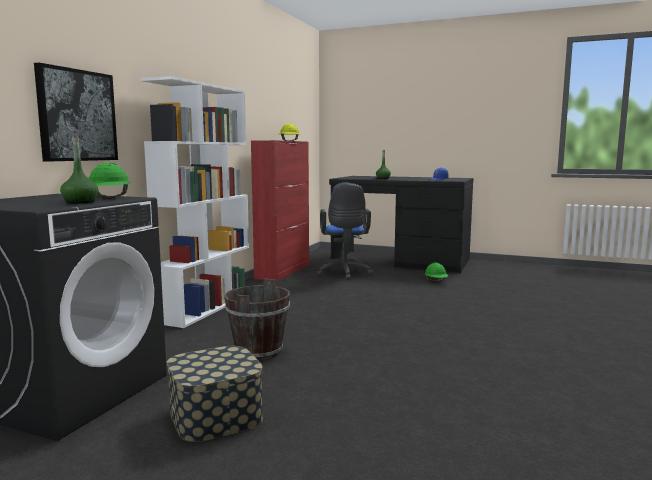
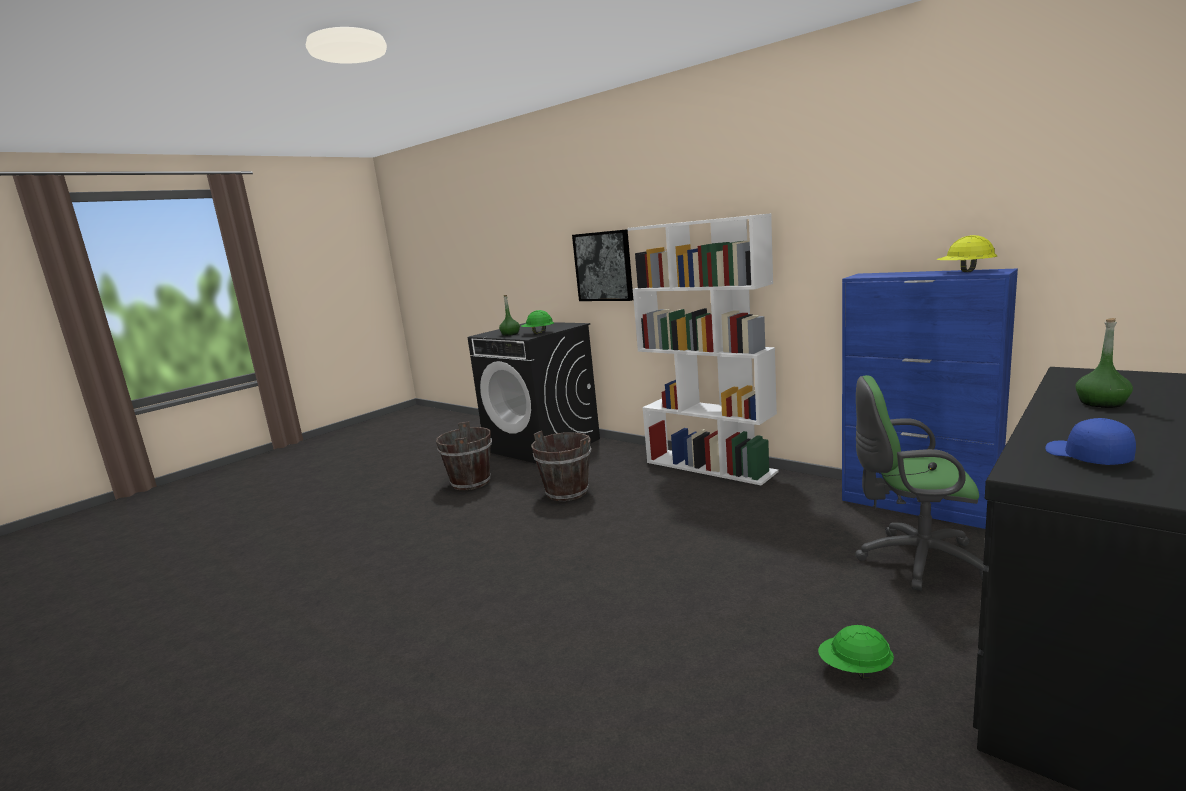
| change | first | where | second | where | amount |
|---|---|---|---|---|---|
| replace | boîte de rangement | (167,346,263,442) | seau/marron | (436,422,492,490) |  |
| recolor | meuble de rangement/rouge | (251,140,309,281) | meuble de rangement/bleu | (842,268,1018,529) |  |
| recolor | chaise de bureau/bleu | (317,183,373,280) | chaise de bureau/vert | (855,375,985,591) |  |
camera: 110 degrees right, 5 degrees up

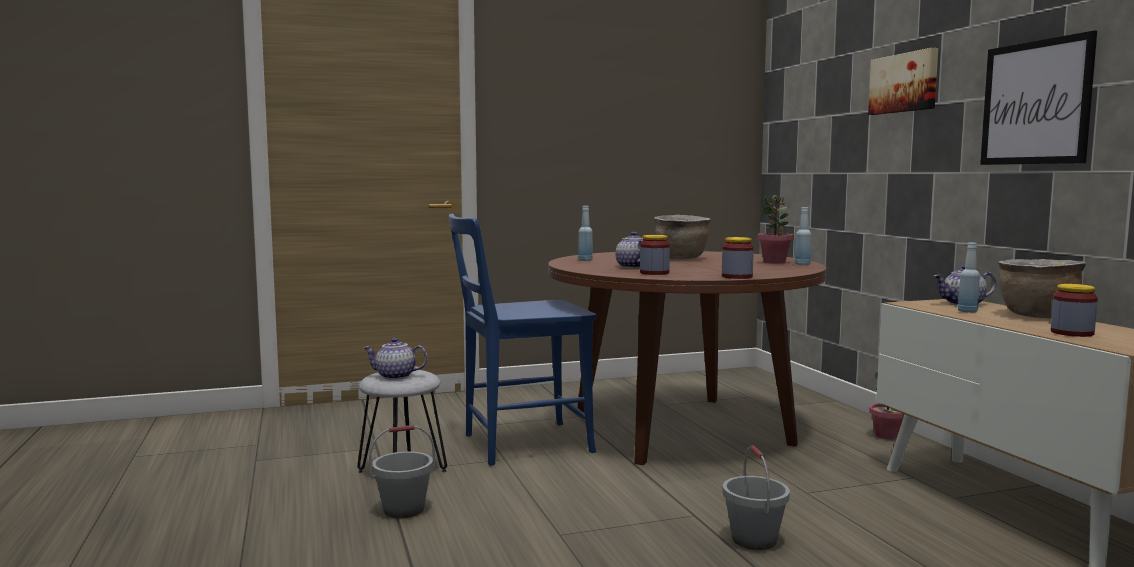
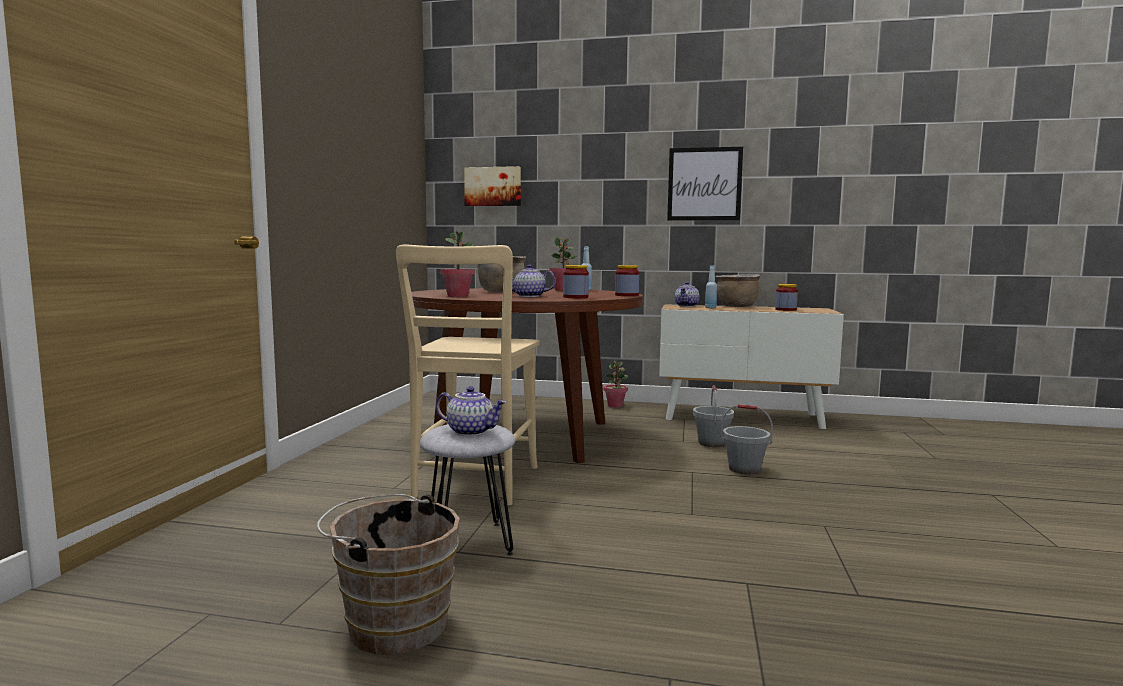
| change | first | where | second | where | amount |
|---|---|---|---|---|---|
| insert |  |  | seau/marron | (317,494,460,655) |  |
| recolor | chaise/bleu | (449,214,596,466) | chaise/beige | (396,245,540,505) |  |
| rotate | théière | (363,338,428,379) |  | (436,386,506,436) | 105 degrees counterclockwise |
| replace | bouteille/bleu | (578,206,593,261) | plante en pot | (440,231,475,297) |  |
| move | tableau | (868,48,938,115) |  | (464,166,521,206) |  |
| move | seau/gris | (369,425,435,518) |  | (693,385,734,447) |  |
camera: 60 degrees left, 0 degrees up

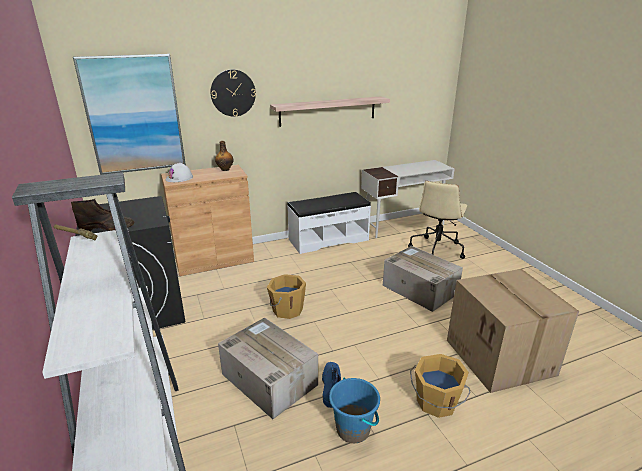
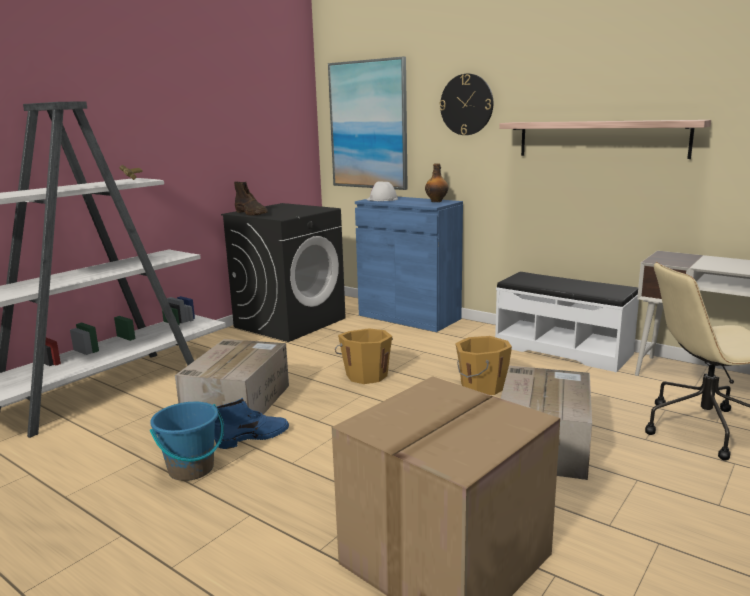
| change | first | where | second | where | amount |
|---|---|---|---|---|---|
| recolor | meuble de rangement/marron | (161,165,254,276) | meuble de rangement/bleu | (355,197,463,332) |  |
| move | seau/orange | (410,354,471,418) |  | (455,336,512,395) |  |
camera: 60 degrees right, 10 degrees down

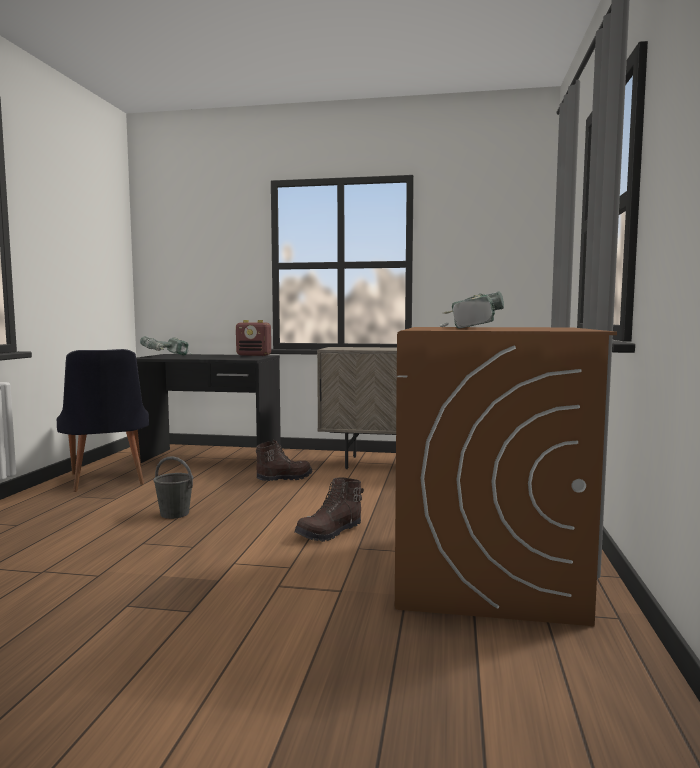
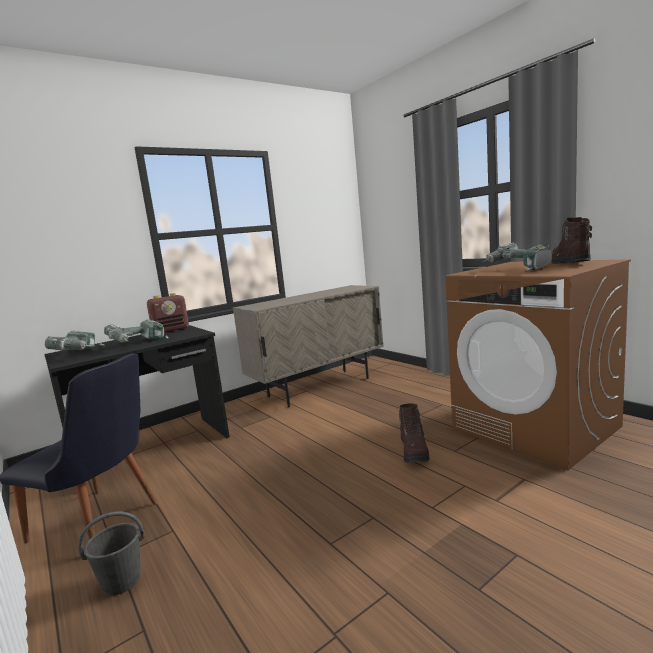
| change | first | where | second | where | amount |
|---|---|---|---|---|---|
| move | seau/gris | (154,456,194,519) |  | (78,512,145,596) |  |
| insert |  |  | perceuse | (104,320,169,342) |  |
| move | botte/marron | (256,440,312,481) |  | (551,217,592,264) |  |
camera: 45 degrees left, 5 degrees up

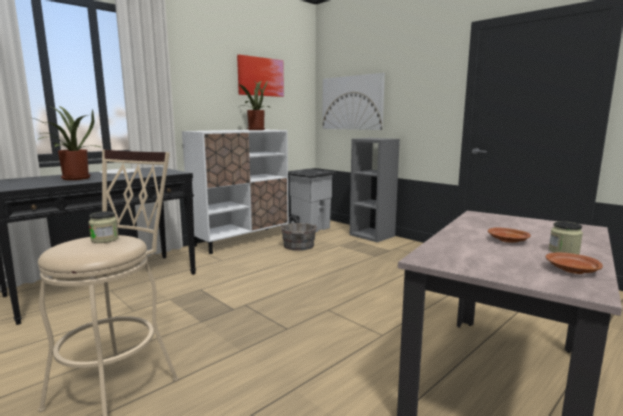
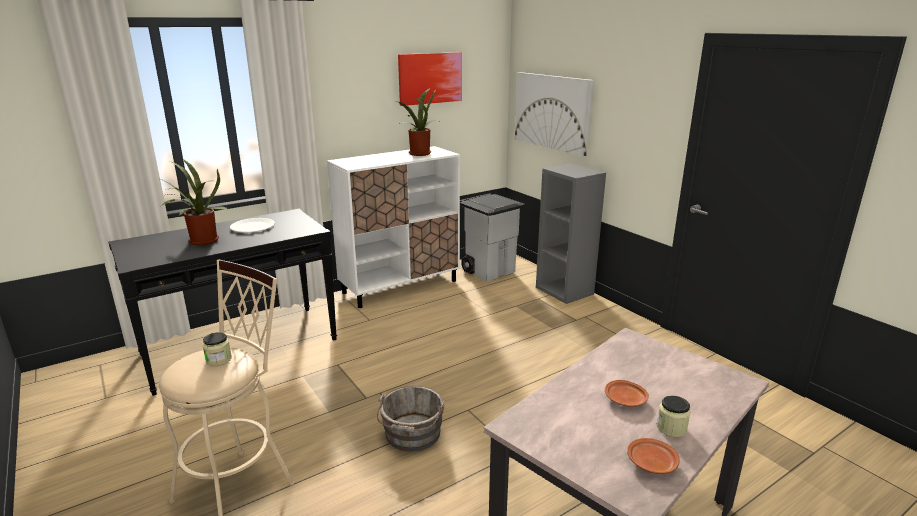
| change | first | where | second | where | amount |
|---|---|---|---|---|---|
| move | seau/gris | (280,223,317,251) |  | (377,386,444,452) |  |
camera: 10 degrees right, 10 degrees up

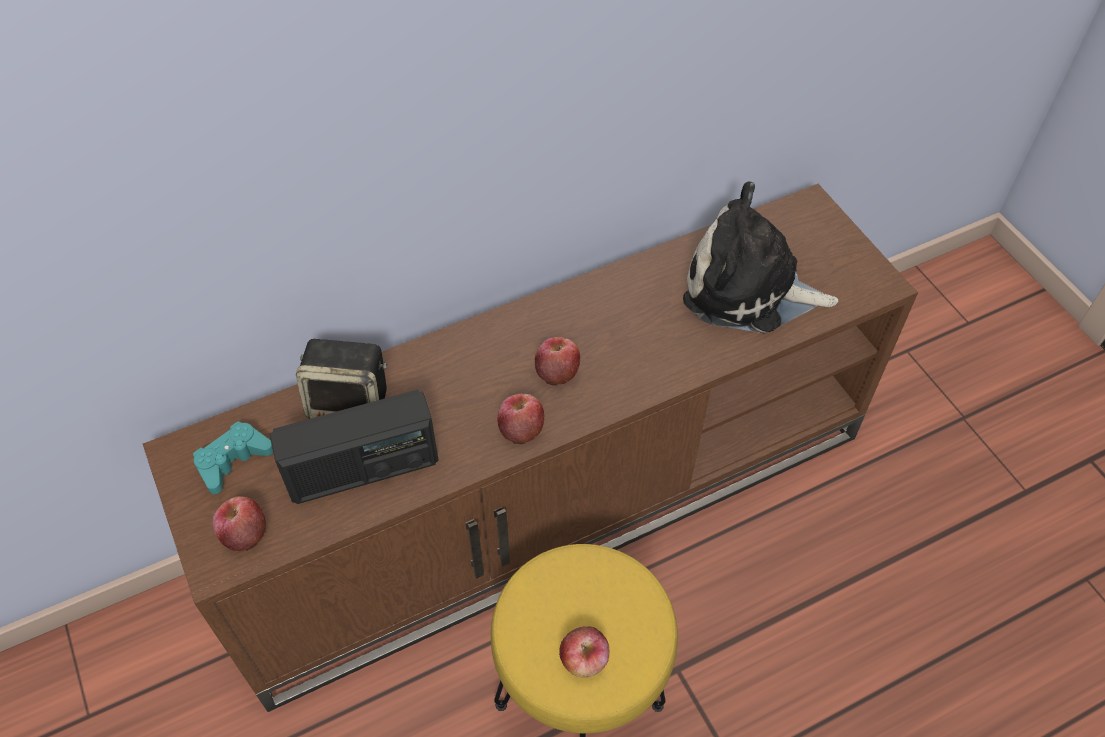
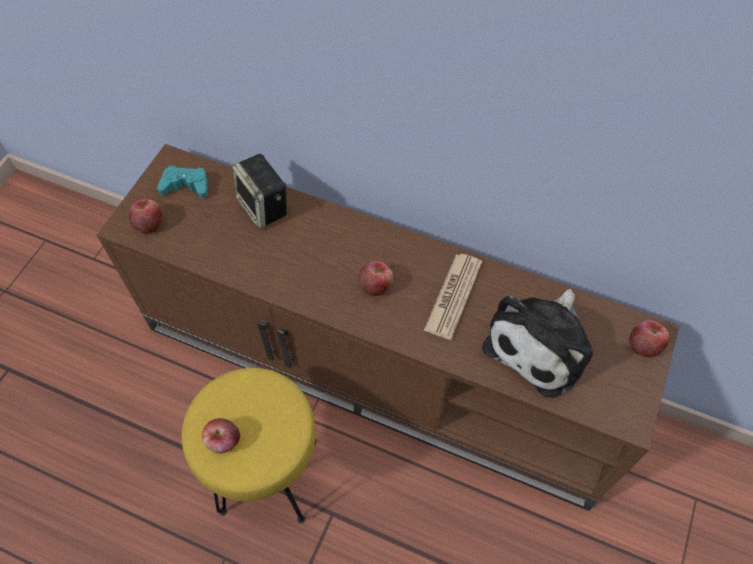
| change | first | where | second | where | amount |
|---|---|---|---|---|---|
| insert |  |  | journal | (424,254,482,340) |  |
| rotate | peluche | (683,182,838,333) |  | (482,289,593,398) | 120 degrees counterclockwise |
| move | pomme | (497,394,544,444) |  | (629,320,670,357) |  |
| delete | radio | (269,390,439,504) |  |  |  |
camera: 50 degrees right, 5 degrees up

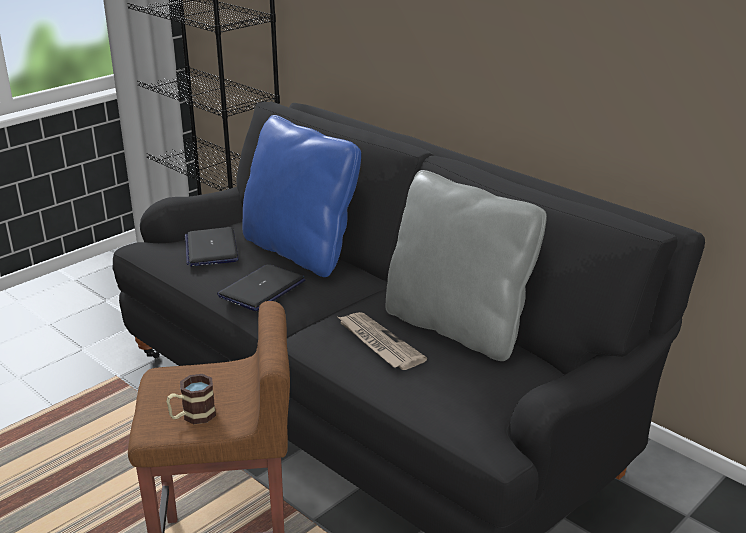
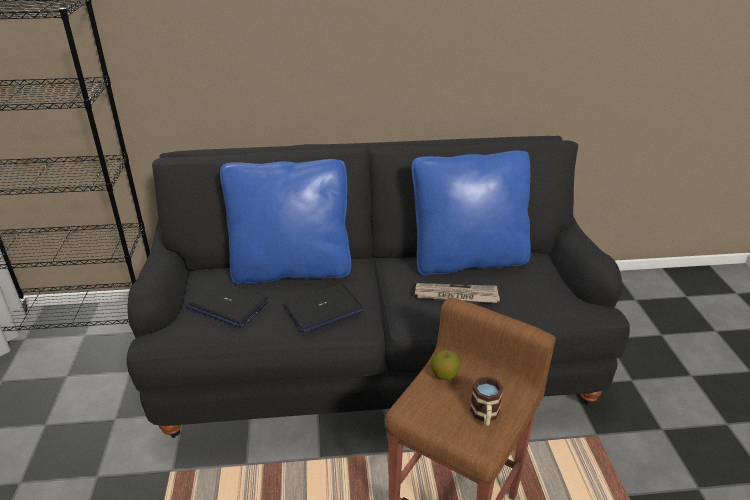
| change | first | where | second | where | amount |
|---|---|---|---|---|---|
| rotate | ordinateur portable | (217,264,306,311) |  | (283,283,363,332) | 105 degrees counterclockwise |
| recolor | coussin/gris | (385,170,547,361) | coussin/bleu | (411,150,531,275) |  |
| insert |  |  | pomme | (431,349,460,380) |  |
camera: 50 degrees left, 5 degrees up

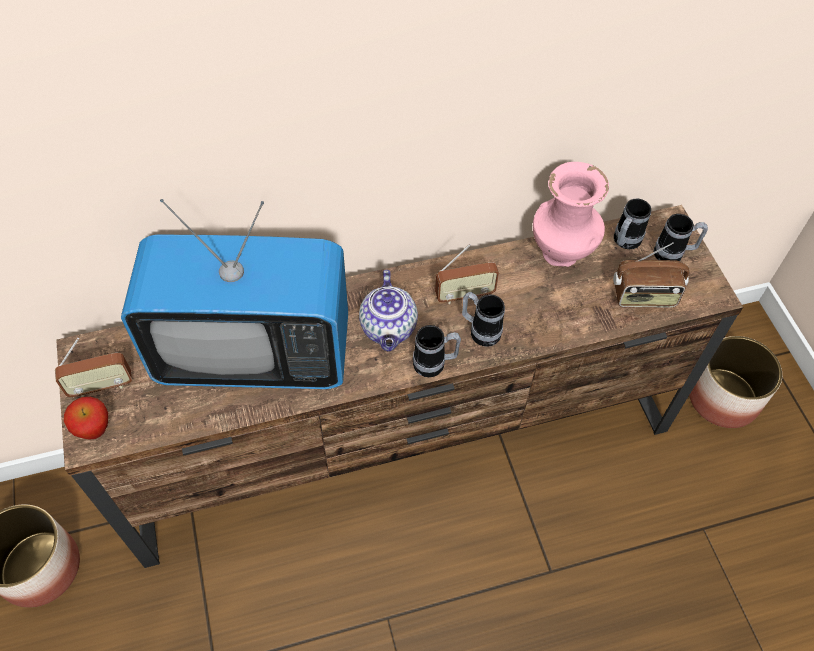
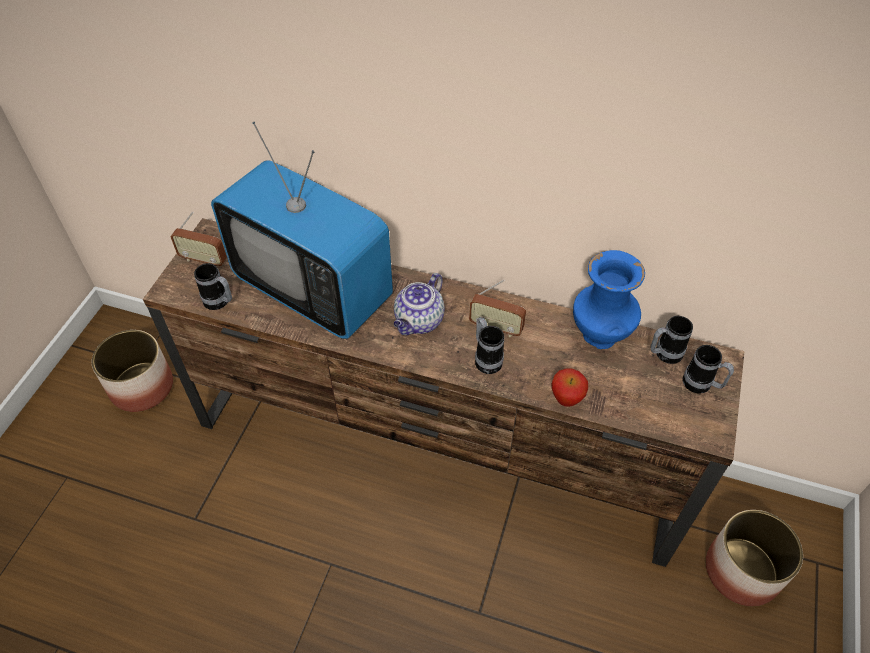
| change | first | where | second | where | amount |
|---|---|---|---|---|---|
| move | mug | (413,325,461,377) |  | (194,263,232,310) |  |
| move | pomme | (64,397,108,440) |  | (551,369,588,407) |  |
| recolor | vase/rose | (533,162,609,267) | vase/bleu | (573,250,645,349) |  |
| delete | radio | (613,242,690,308) |  |  |  |
camera: 35 degrees right, 5 degrees down

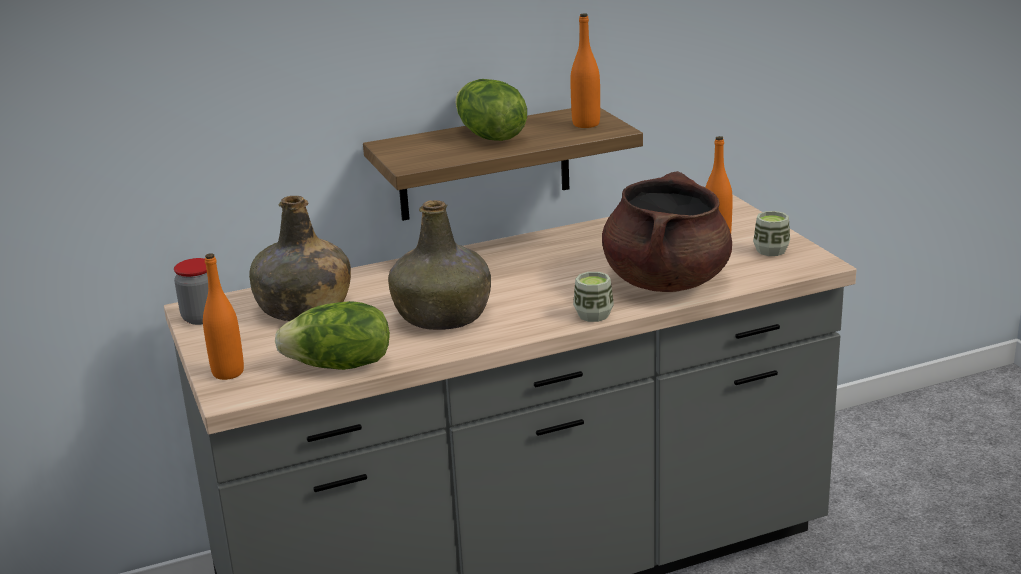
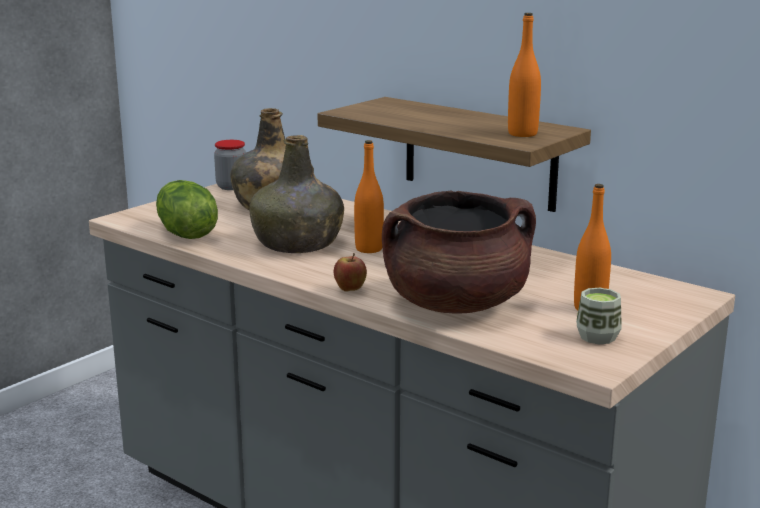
| change | first | where | second | where | amount |
|---|---|---|---|---|---|
| replace | tasse | (573,272,614,322) | pomme | (334,253,367,292) |  |
| move | bouteille/orange | (203,253,244,380) |  | (354,140,384,253) |  |
| delete | laitue | (455,79,527,141) |  |  |  |
camera: 60 degrees right, 5 degrees down

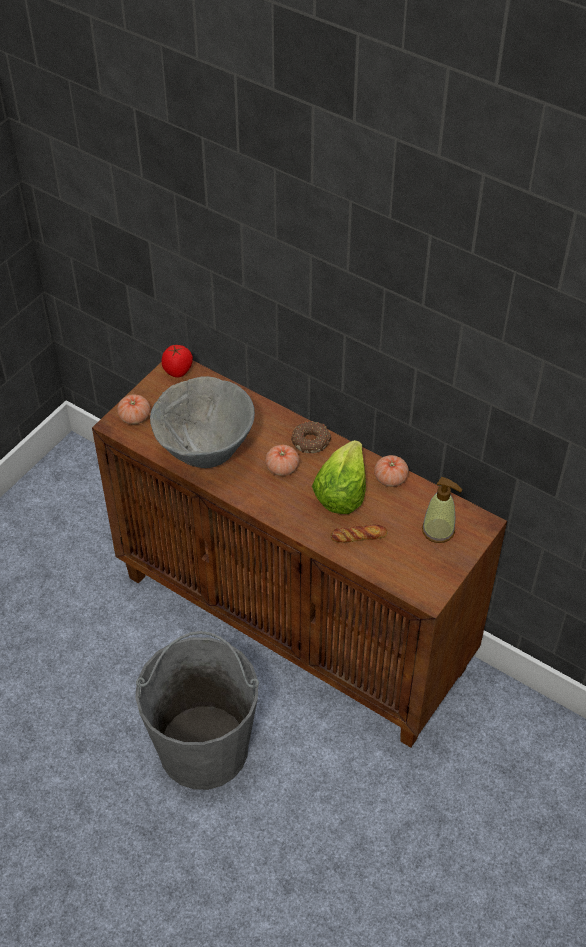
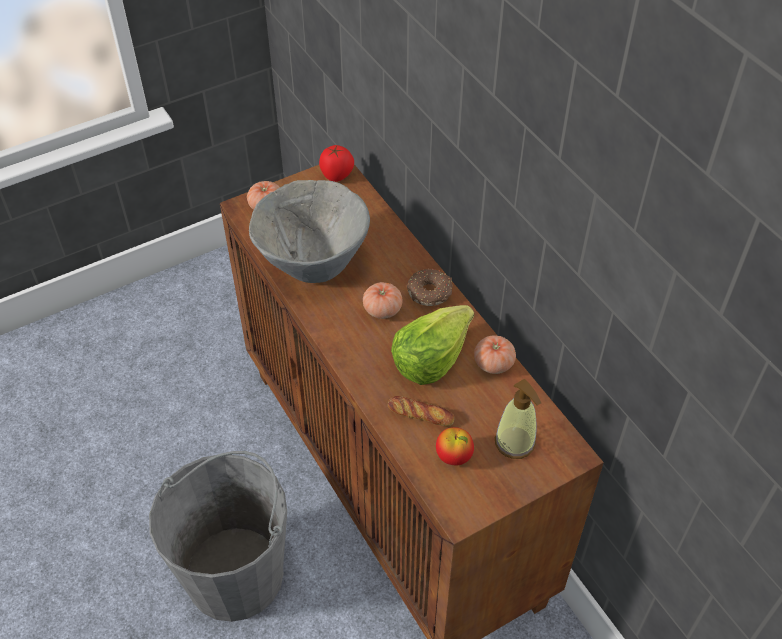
| change | first | where | second | where | amount |
|---|---|---|---|---|---|
| insert |  |  | pomme | (436,427,474,465) |  |
camera: 25 degrees right, 0 degrees up

